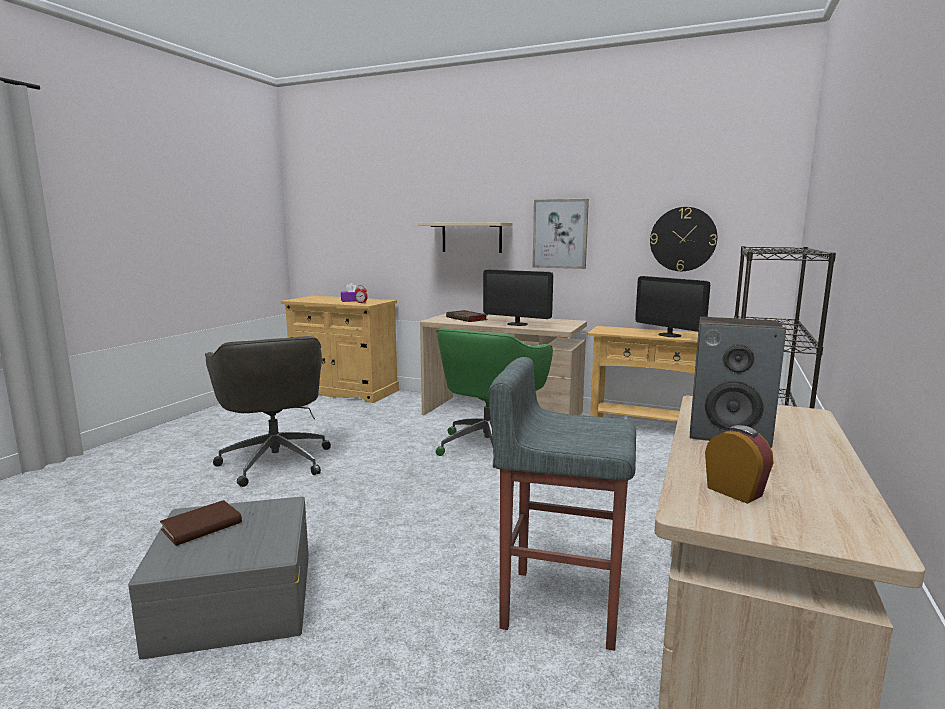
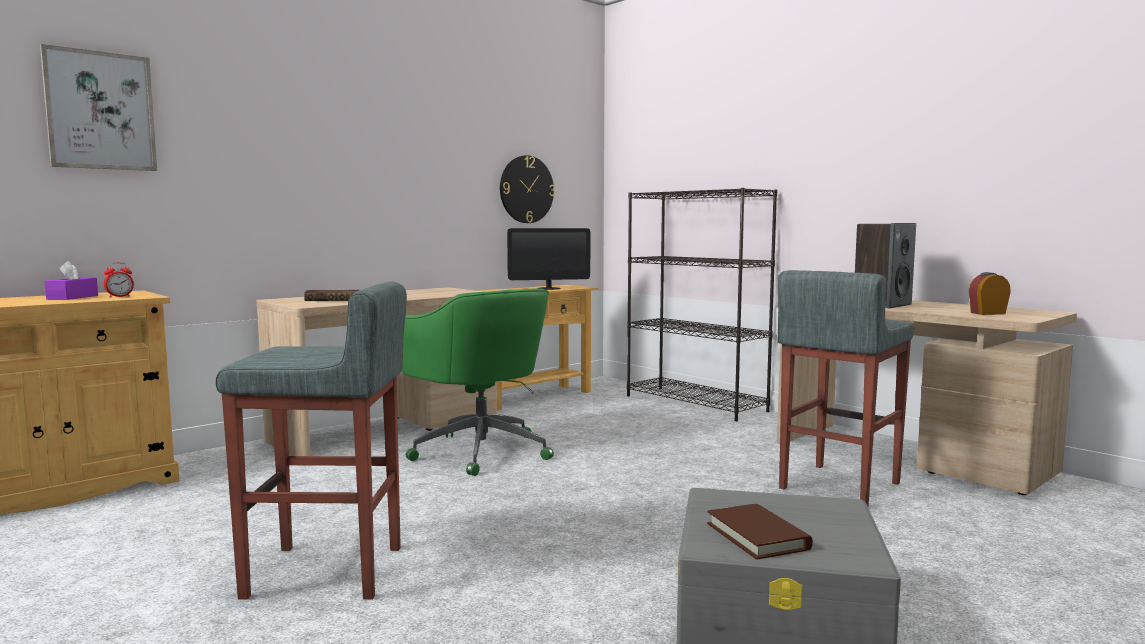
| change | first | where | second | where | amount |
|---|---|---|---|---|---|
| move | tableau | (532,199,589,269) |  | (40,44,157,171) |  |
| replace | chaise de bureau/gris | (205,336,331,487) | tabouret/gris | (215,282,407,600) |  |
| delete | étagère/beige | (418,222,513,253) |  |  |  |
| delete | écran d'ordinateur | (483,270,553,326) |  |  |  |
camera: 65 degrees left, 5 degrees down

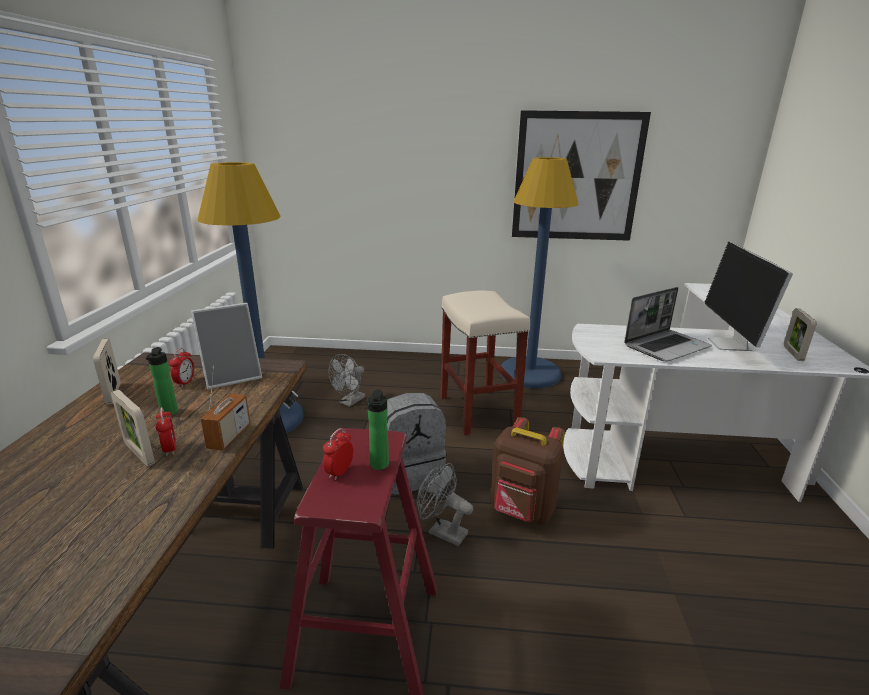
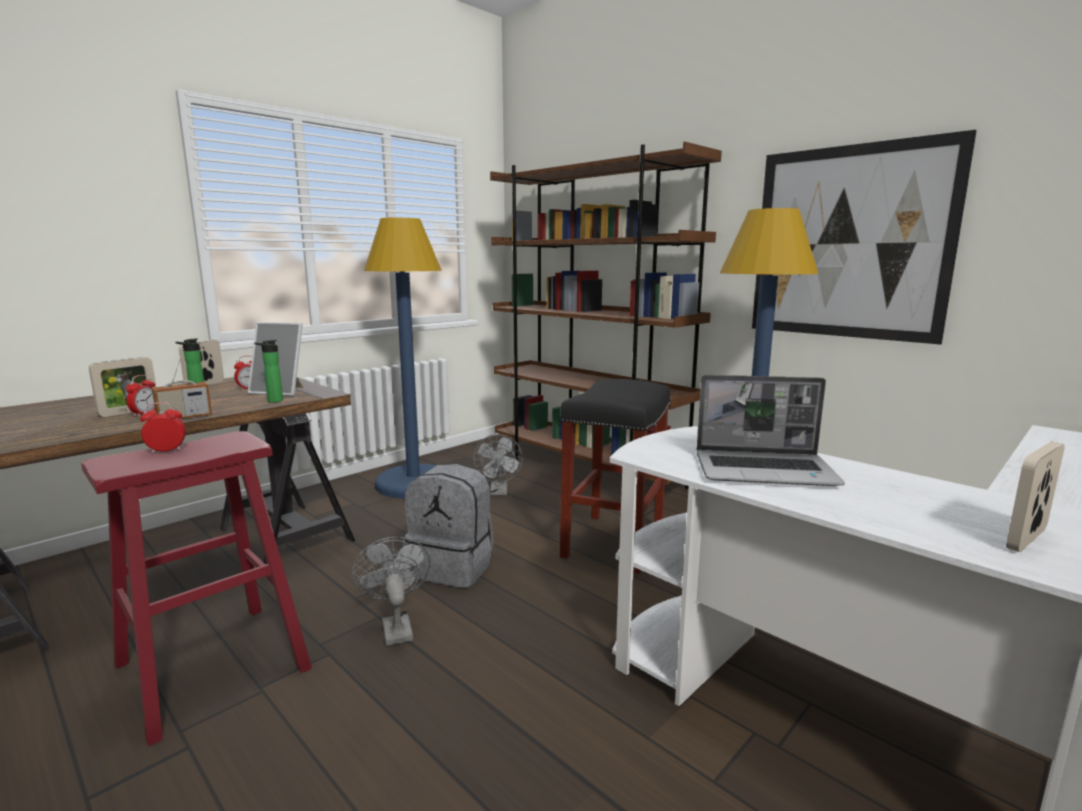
| change | first | where | second | where | amount |
|---|---|---|---|---|---|
| rotate | cadre photo | (111,390,155,466) |  | (89,357,156,417) | 135 degrees counterclockwise |
| move | bouteille | (367,389,389,470) |  | (254,340,283,403) |  |
| rotate | ventilateur/gris | (329,354,366,407) |  | (473,434,523,495) | 75 degrees counterclockwise |
| insert |  |  | bibliothèque/marron | (490,142,722,489) |  |
| recolor | tabouret/beige | (440,291,530,435) | tabouret/noir | (560,379,671,574) |  |
| delete | sac à dos/marron | (491,417,565,524) |  |  |  |
| delete | écran d'ordinateur | (704,242,793,351) |  |  |  |
camera: 40 degrees right, 10 degrees down

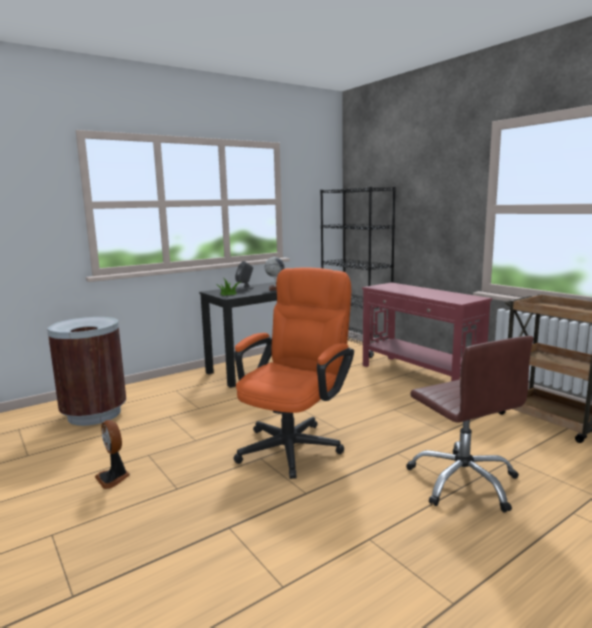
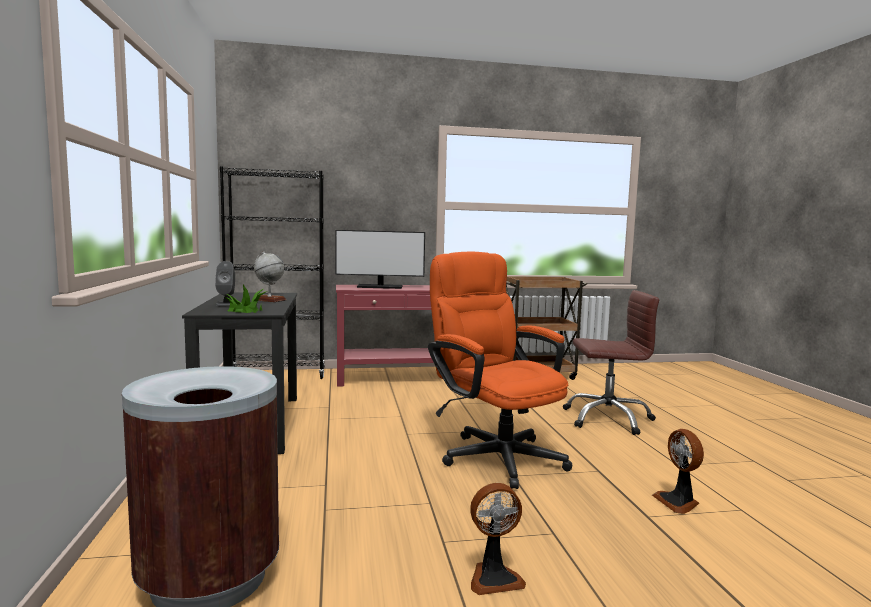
| change | first | where | second | where | amount |
|---|---|---|---|---|---|
| insert |  |  | écran d'ordinateur | (335,230,425,289) |  |
| insert |  |  | ventilateur | (652,429,704,514) |  |
camera: 65 degrees left, 5 degrees down

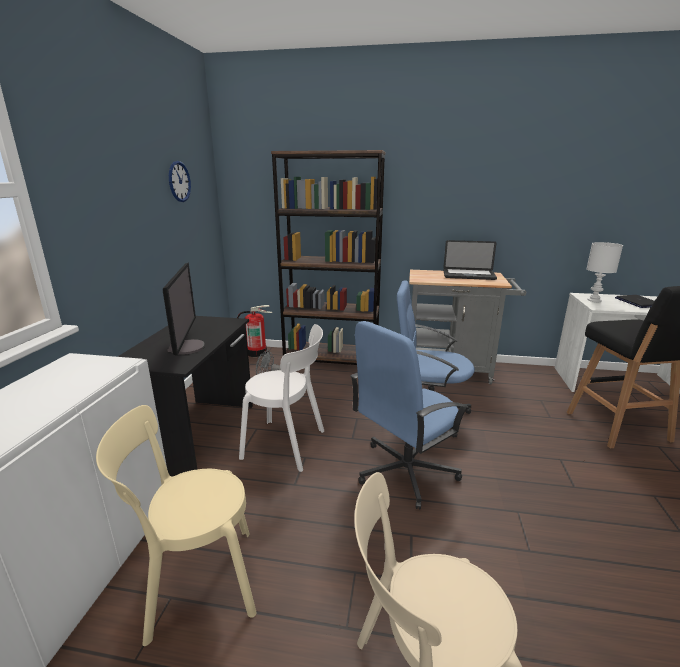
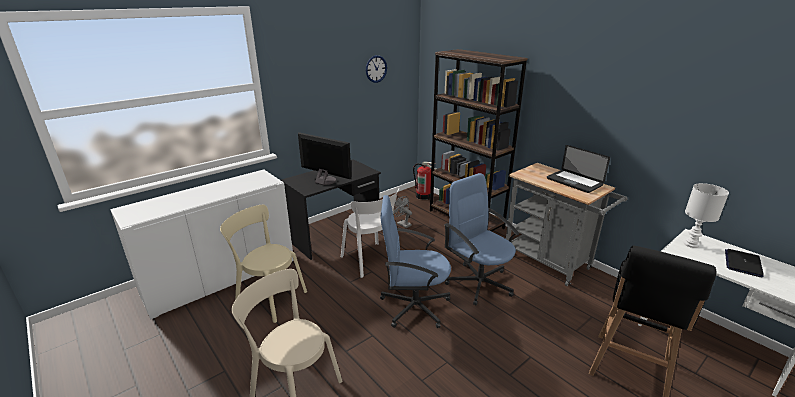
| change | first | where | second | where | amount |
|---|---|---|---|---|---|
| rotate | écran d'ordinateur | (163,262,205,356) |  | (298,132,351,185) | 90 degrees counterclockwise |
camera: 40 degrees right, 5 degrees up

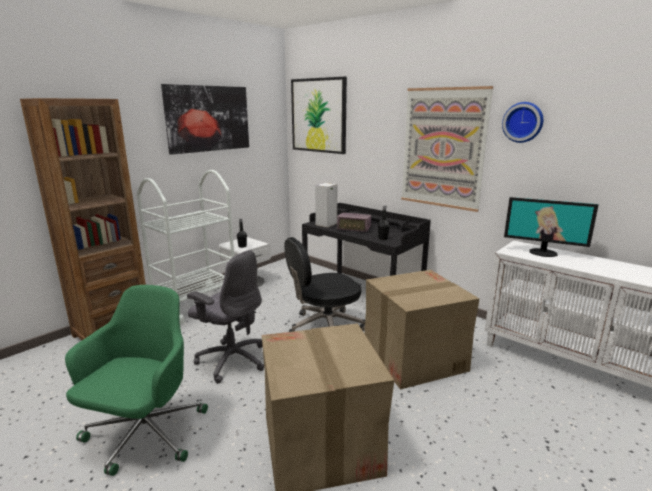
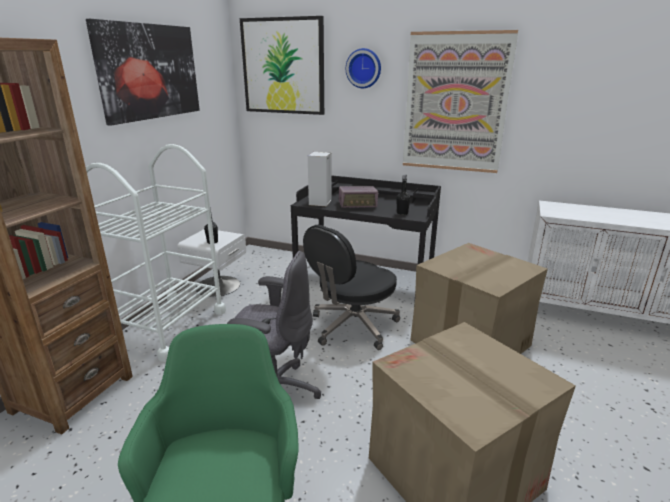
| change | first | where | second | where | amount |
|---|---|---|---|---|---|
| move | horloge murale | (502,102,543,143) |  | (346,48,381,88) |  |
| delete | écran d'ordinateur | (504,197,598,257) |  |  |  |
camera: 20 degrees left, 5 degrees up

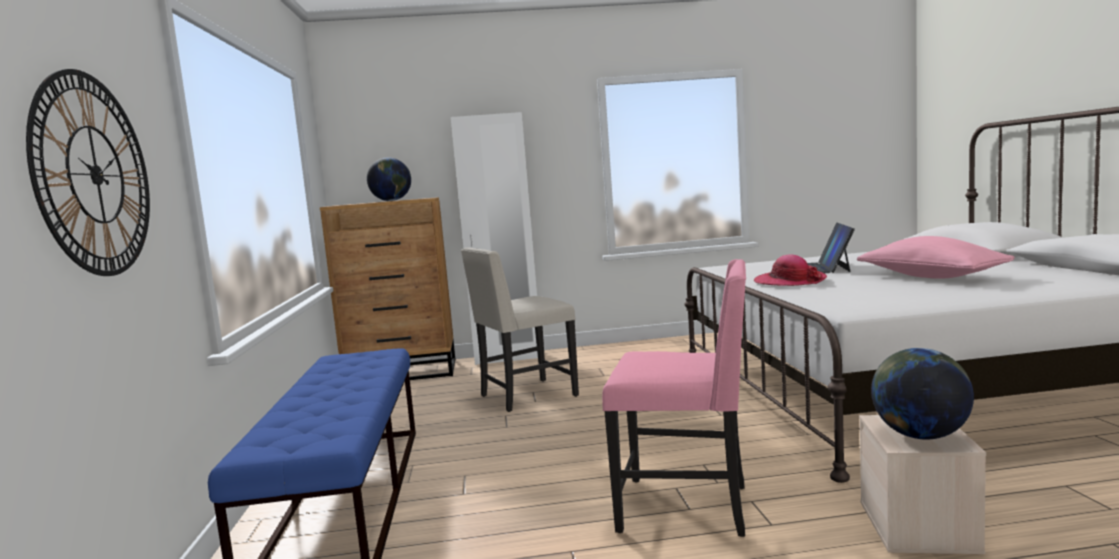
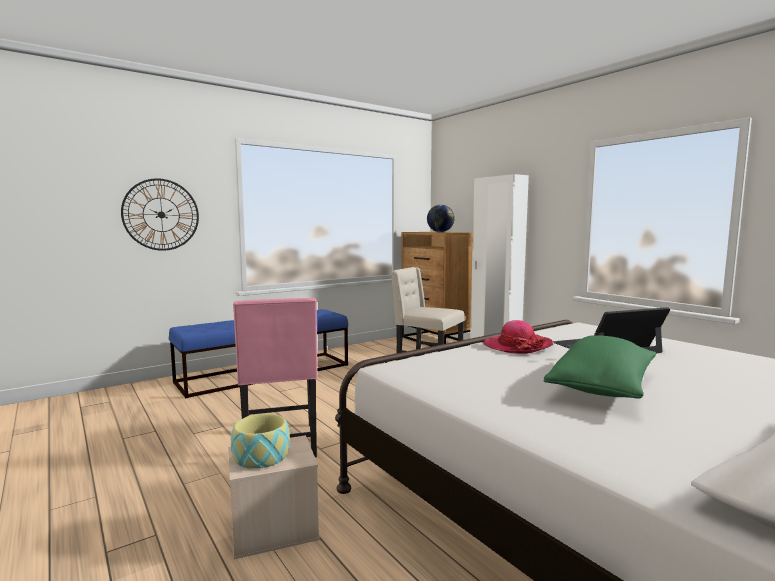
| change | first | where | second | where | amount |
|---|---|---|---|---|---|
| replace | globe | (871,348,974,440) | bol | (231,413,290,469) |  |
| recolor | coussin/rose | (857,236,1015,279) | coussin/vert | (544,335,656,399) |  |
camera: 60 degrees right, 0 degrees up

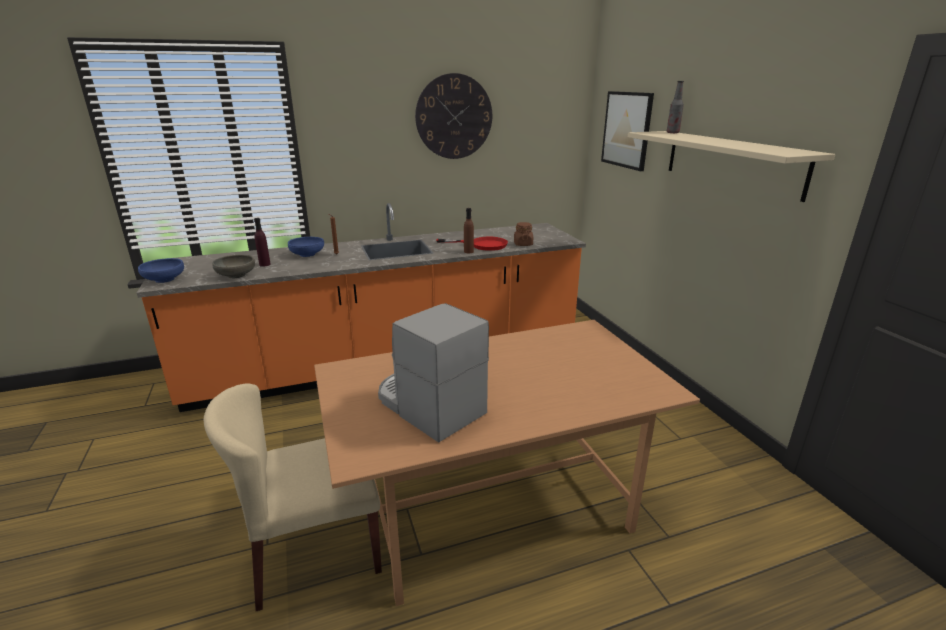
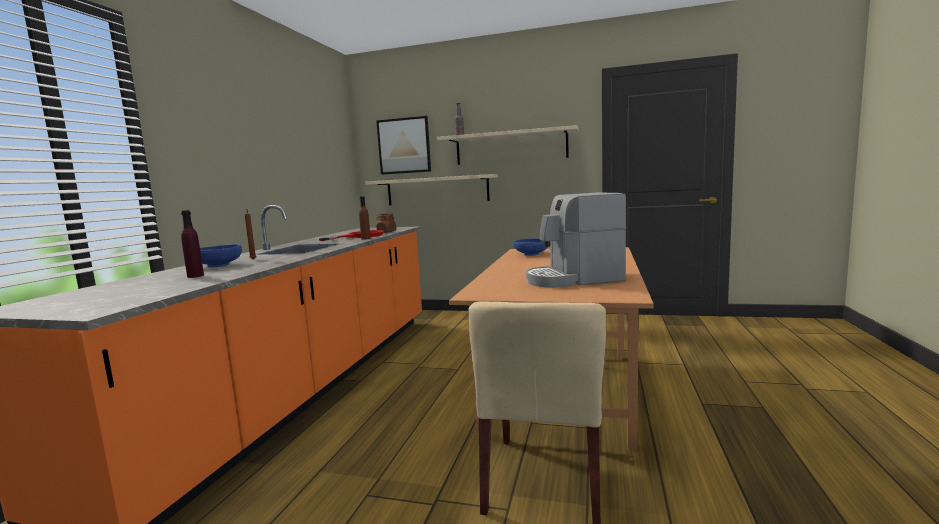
| change | first | where | second | where | amount |
|---|---|---|---|---|---|
| insert |  |  | étagère/beige | (365,174,498,205) |  |
| move | bol/bleu | (138,258,184,283) |  | (514,238,548,256) |  |
| delete | bol/gris | (212,255,255,278) |  |  |  |
| delete | horloge murale | (415,73,492,159) |  |  |  |
camera: 55 degrees left, 15 degrees down

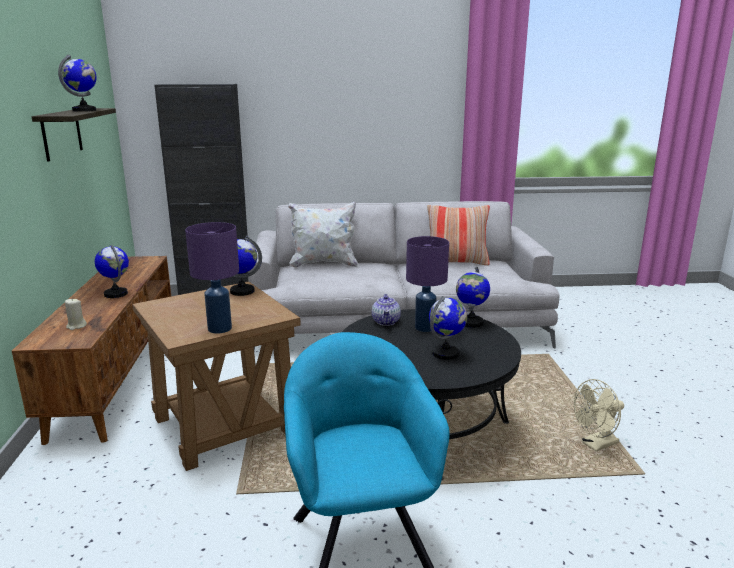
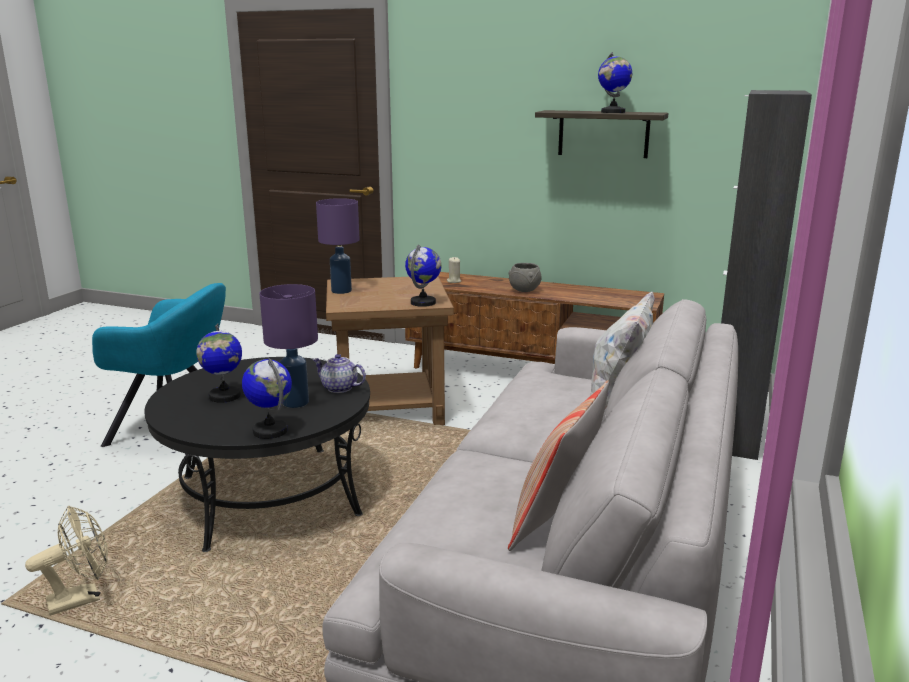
| change | first | where | second | where | amount |
|---|---|---|---|---|---|
| rotate | ventilateur/beige | (574,379,624,451) |  | (25,506,108,616) | 60 degrees clockwise |
| replace | globe | (95,245,129,298) | bol/gris | (509,263,542,292) |  |
camera: 115 degrees right, 0 degrees up

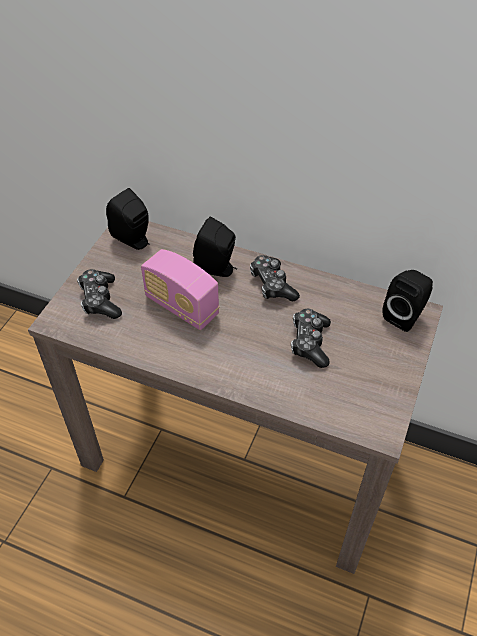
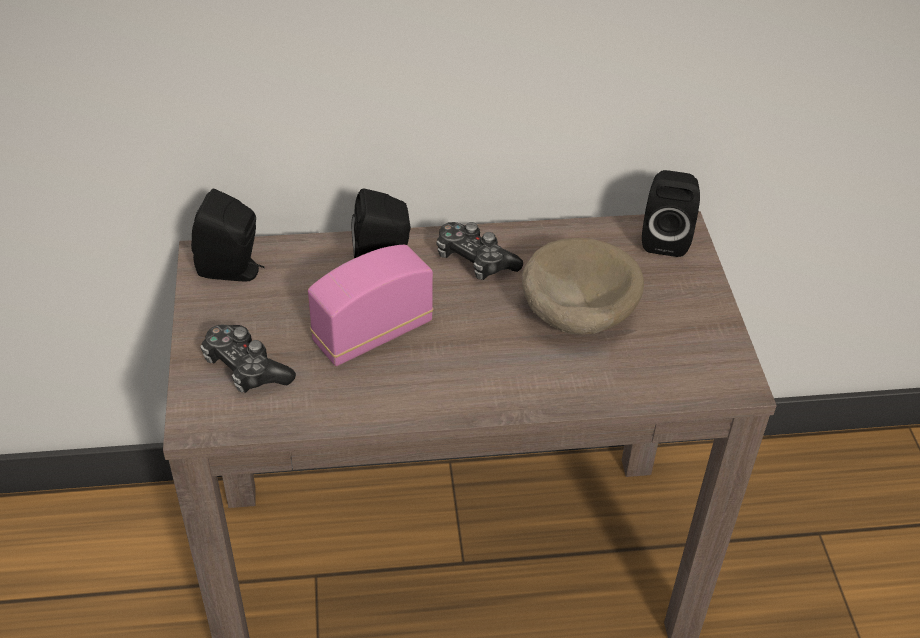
| change | first | where | second | where | amount |
|---|---|---|---|---|---|
| rotate | radio | (141,249,220,330) |  | (308,245,433,366) | 135 degrees clockwise |
| replace | manette | (291,309,331,368) | bol/beige | (522,238,644,335) |  |
camera: 30 degrees left, 5 degrees down

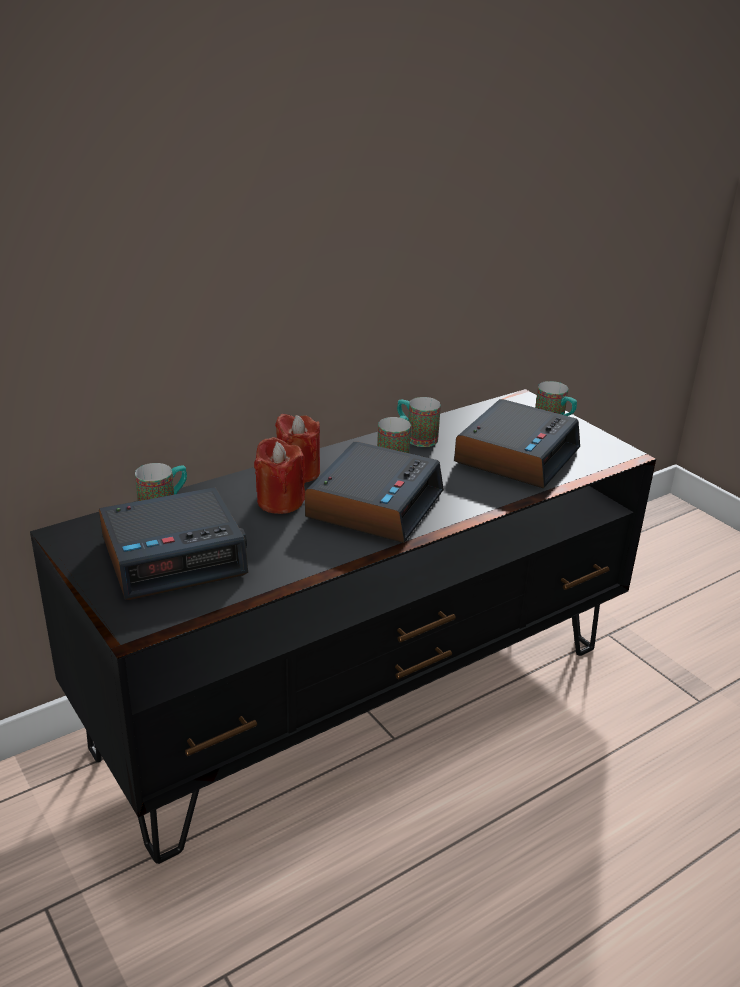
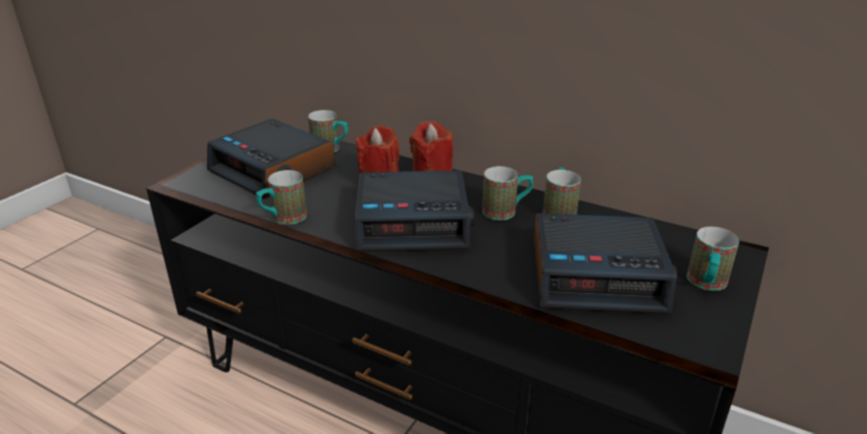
| change | first | where | second | where | amount |
|---|---|---|---|---|---|
| insert |  |  | mug | (256,170,307,225) |  |
camera: 65 degrees right, 0 degrees up

